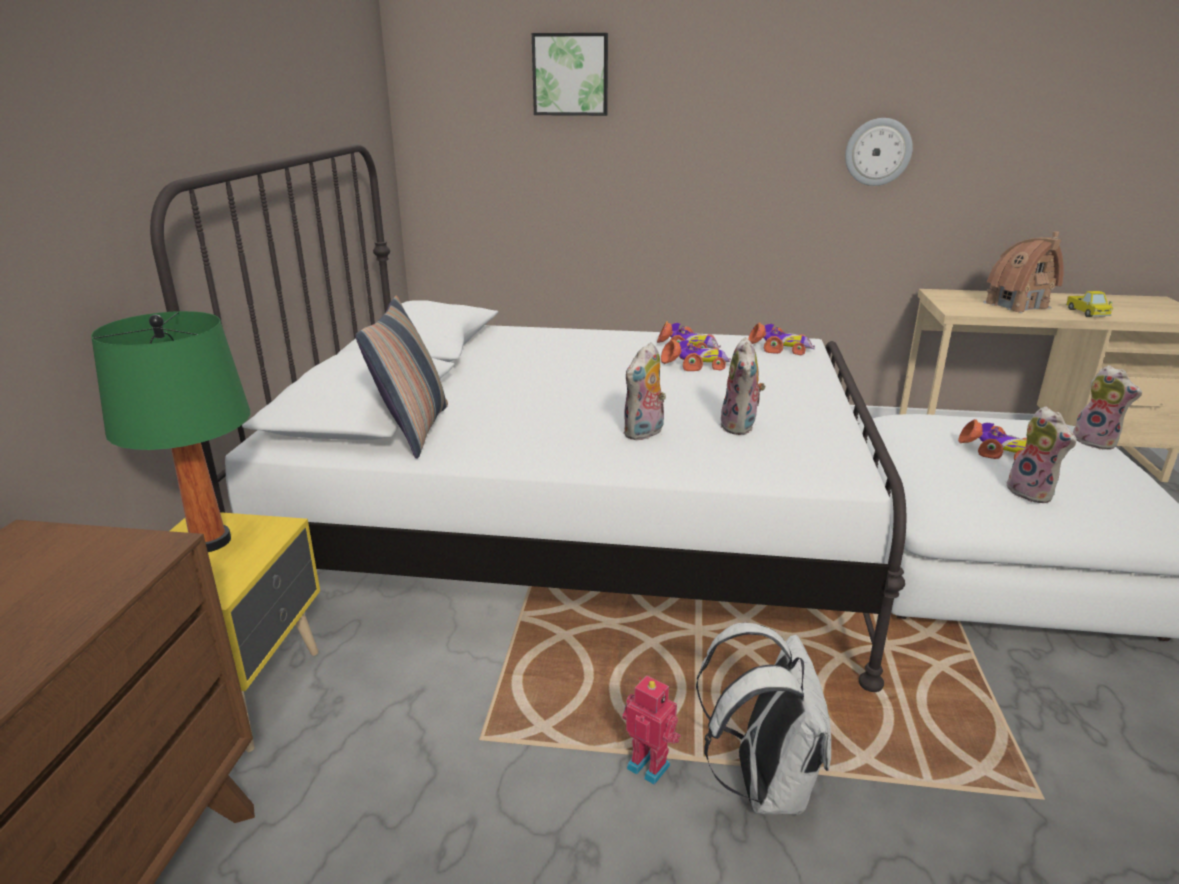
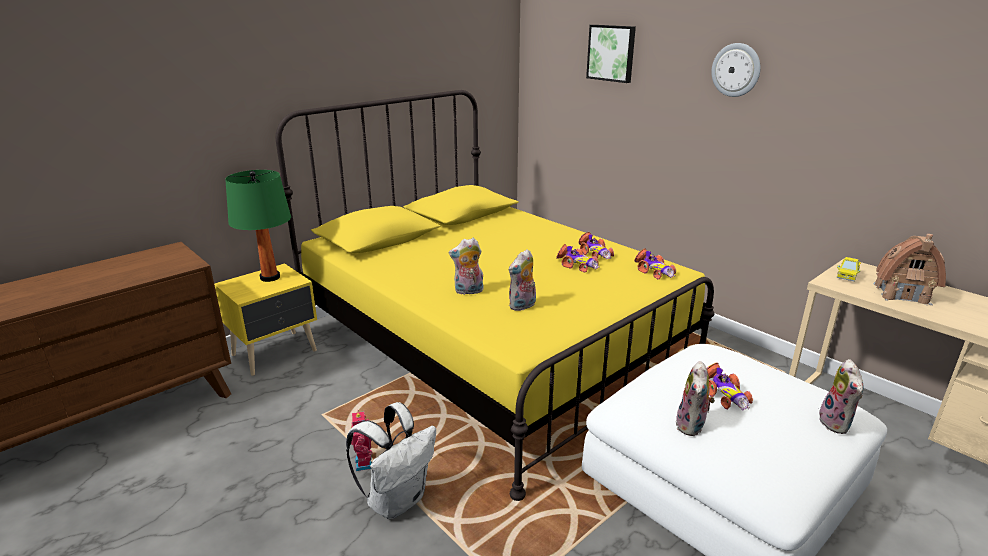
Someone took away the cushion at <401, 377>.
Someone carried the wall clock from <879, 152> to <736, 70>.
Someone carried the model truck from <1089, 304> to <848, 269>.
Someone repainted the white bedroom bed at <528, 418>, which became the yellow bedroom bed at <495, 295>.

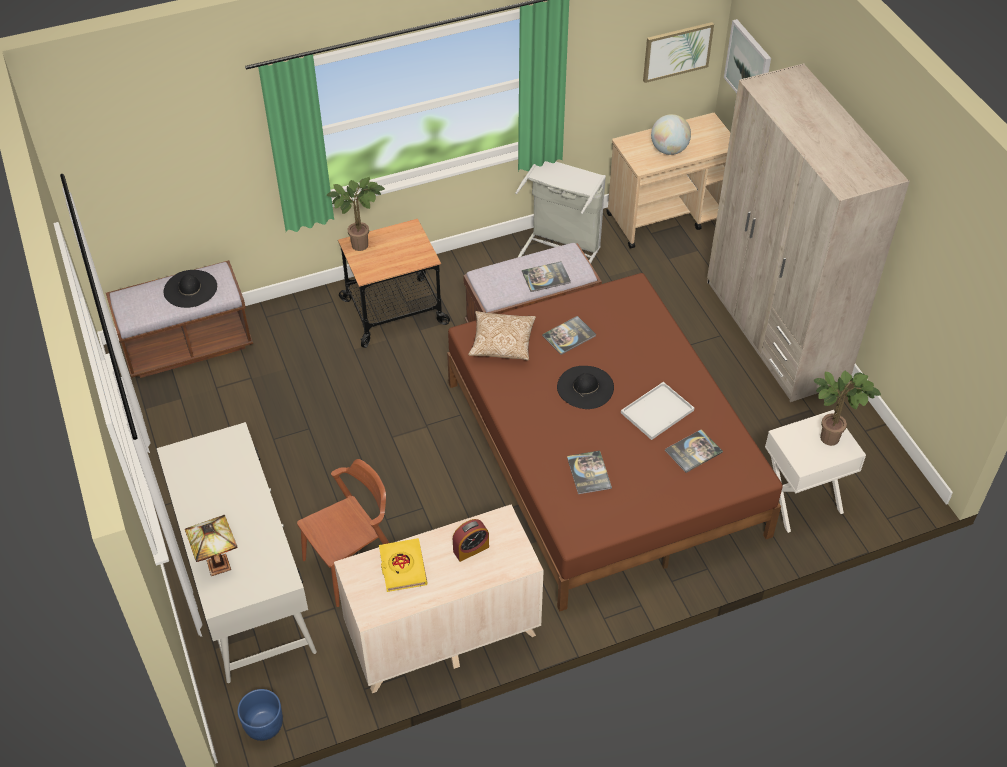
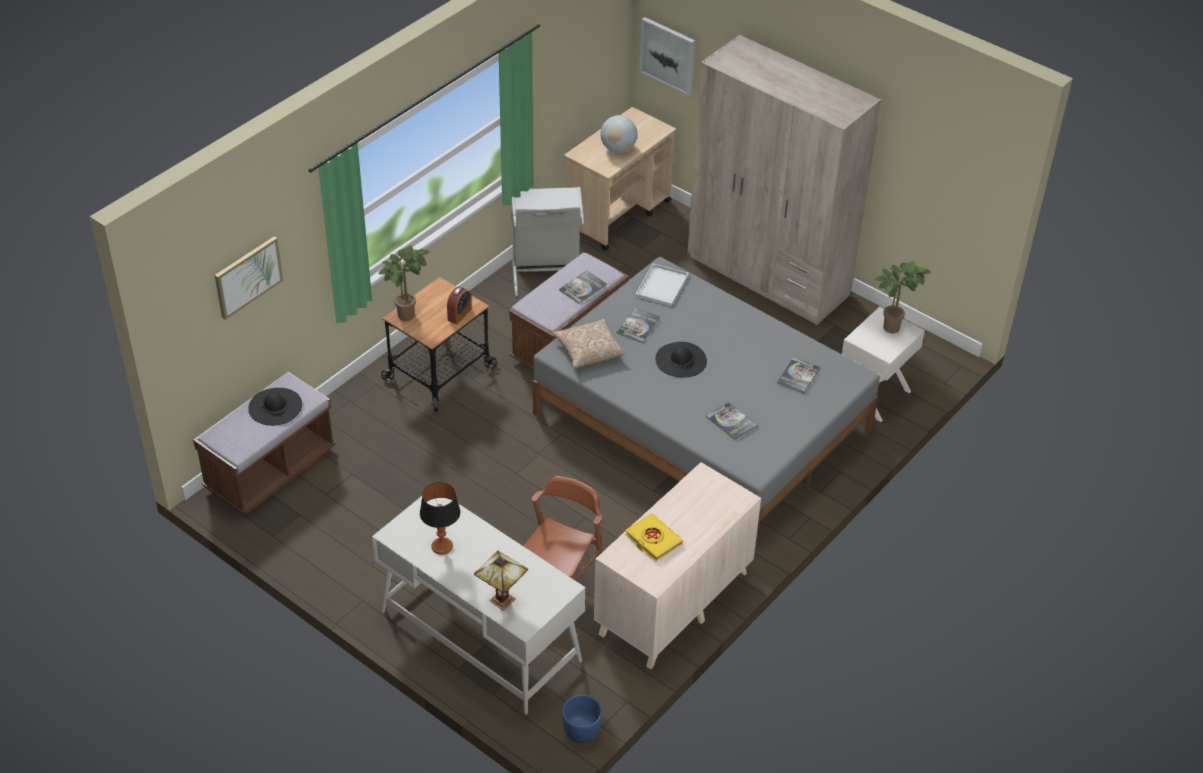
Someone put down the lamp for a table at <440, 518>.
Someone carried the bedside clock from <471, 540> to <459, 305>.
Someone carried the white serving tray from <657, 411> to <662, 285>.
Someone carried the wall art from <678, 52> to <249, 278>.
Someone repainted the brownish bedroom bed at <615, 442>, which became the grey bedroom bed at <706, 401>.

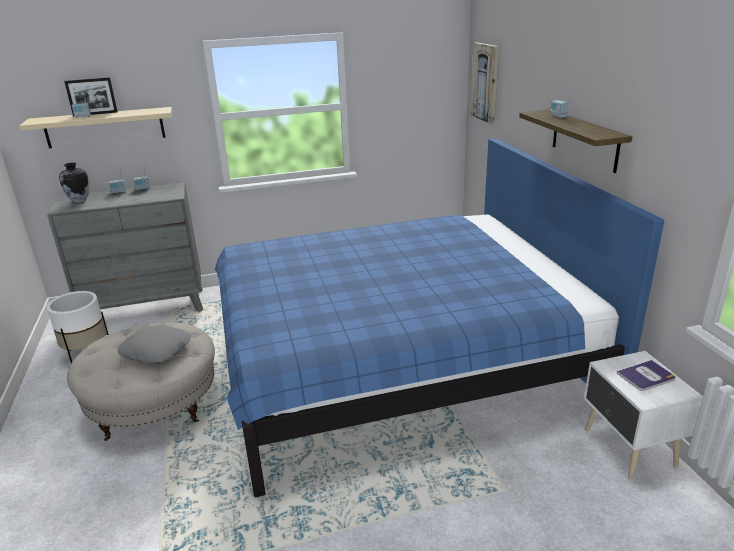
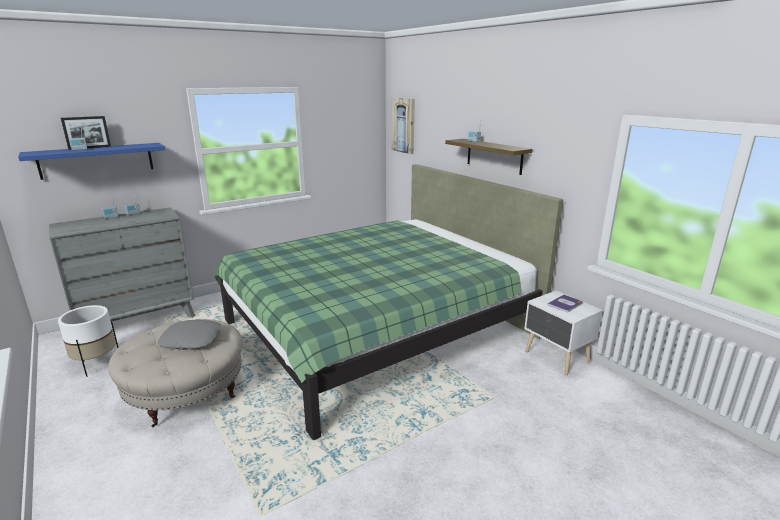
Someone took away the flower vase at <74, 182>.
Someone repainted the sand-coloured bracket shelf at <95, 127>, which became the bluish bracket shelf at <91, 161>.
Someone repainted the bluish bedroom bed at <439, 317>, which became the greenish bedroom bed at <388, 302>.

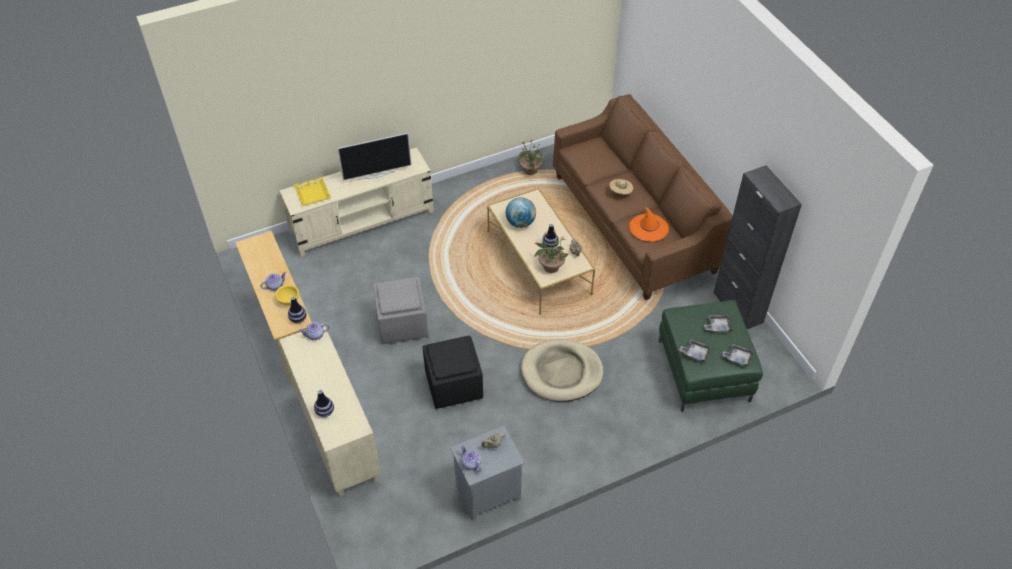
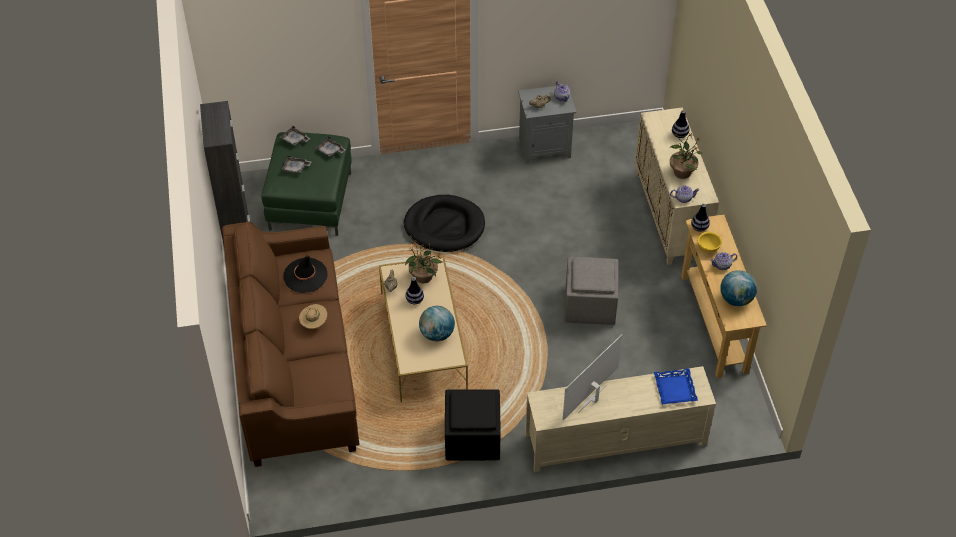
Someone put down the world globe at <738, 288>.
Someone carried the black ottoman from <453, 372> to <473, 424>.
Someone carried the potted plant from <531, 157> to <686, 156>.
Someone repainted the yellow serving tray at <312, 191>, which became the bluish serving tray at <676, 386>.
Someone repainted the sand-coloured pet bed at <562, 370>, which became the black pet bed at <444, 223>.
Someone repainted the orange-coloured clothing hat at <649, 224>, which became the black clothing hat at <306, 274>.
Someone rotated the TV at <374, 157> by 45 degrees counterclockwise.

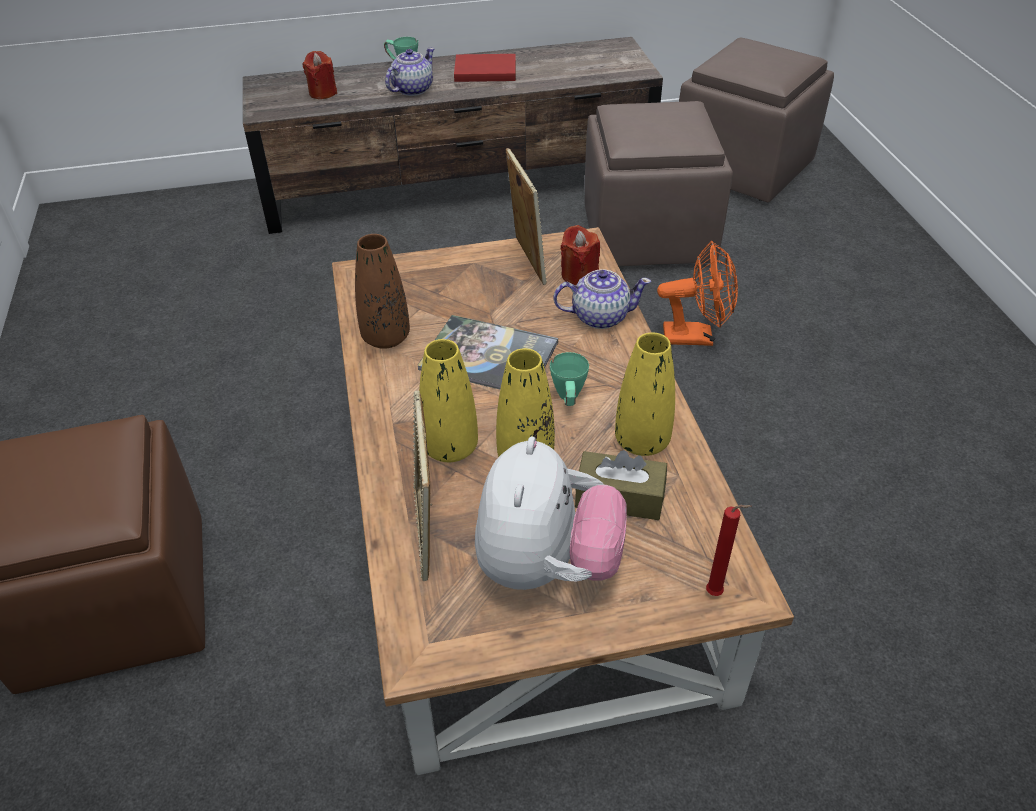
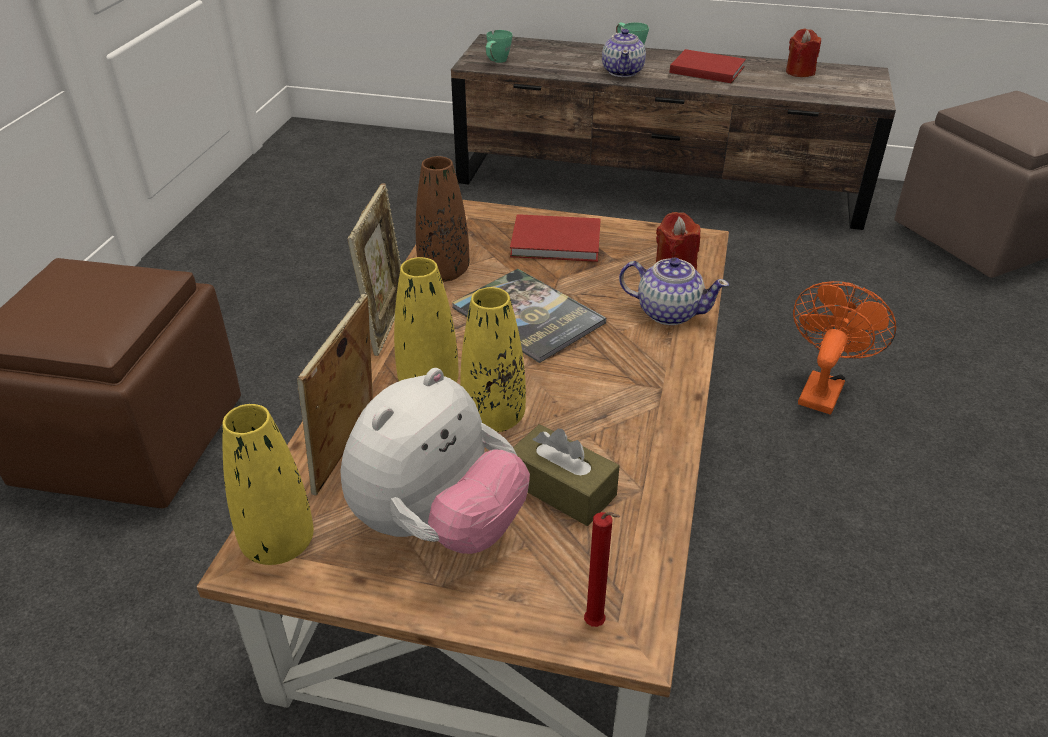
Someone took away the brownish ottoman at <659, 183>.
Someone put down the reddish bound book at <555, 238>.
Someone carried the reddish wax light from <319, 75> to <803, 53>.
Someone carried the picture frame from <526, 216> to <374, 269>.
Someone carried the greenish tea mug from <569, 379> to <499, 46>.
Someone carried the yellow flower vase from <645, 394> to <268, 484>.
Someone rotated the pot for tea at <410, 72> by 120 degrees clockwise.
Someone rotated the orange-coloured electric fan at <697, 293> by 90 degrees counterclockwise.

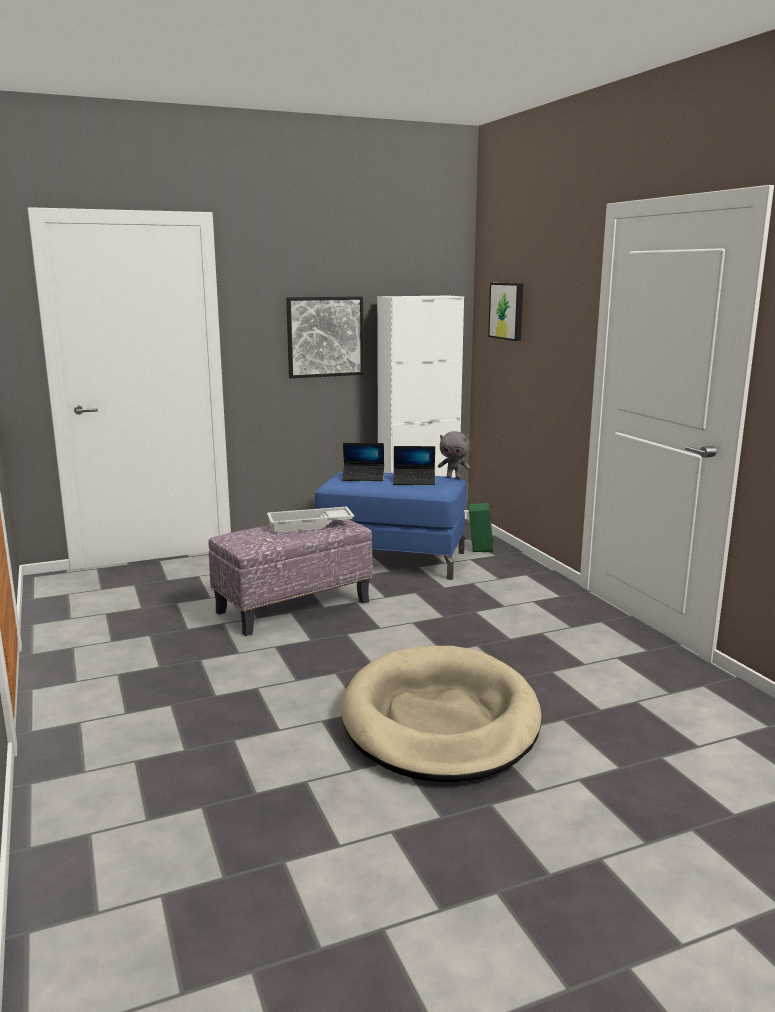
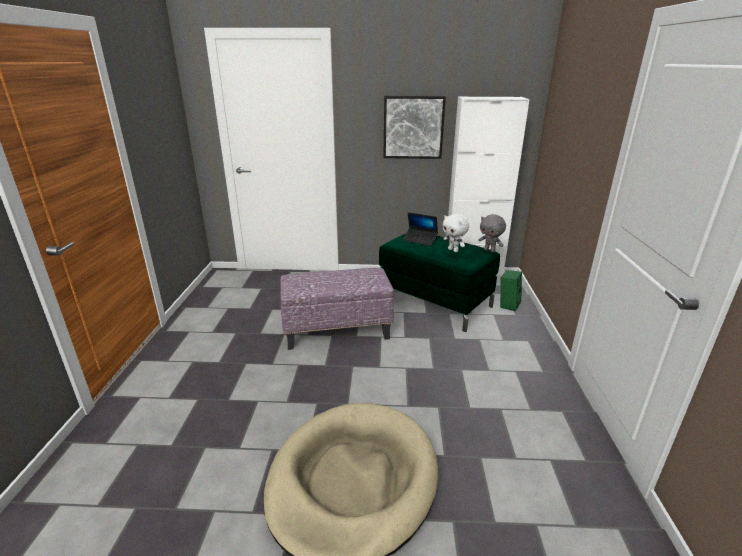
Someone took away the white serving tray at <311, 520>.
Someone took away the wall art at <505, 312>.
Someone swapped the notebook computer at <414, 465> for the white cuddly toy at <456, 233>.
Someone repainted the bluish ottoman at <391, 526>, which became the greenish ottoman at <439, 283>.

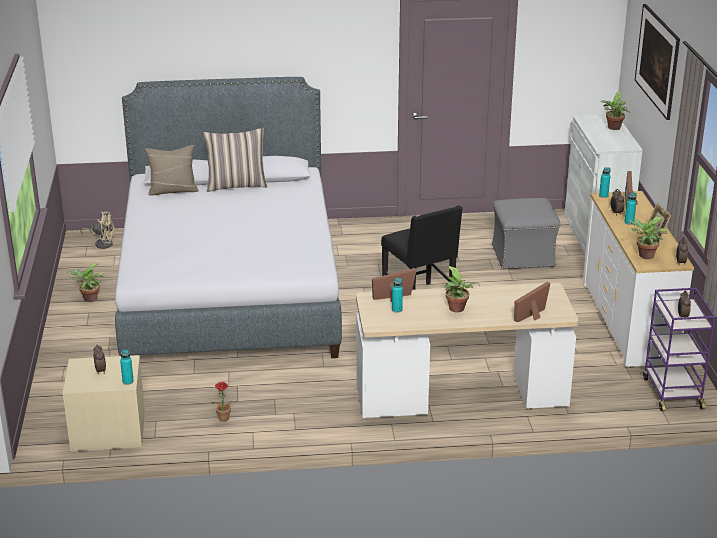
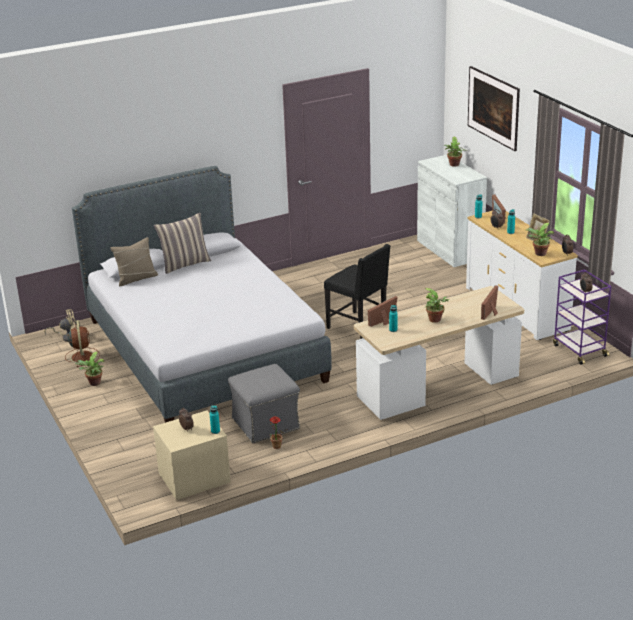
Someone put down the brownish electric fan at <82, 343>.
Someone carried the grey ottoman from <526, 234> to <264, 403>.

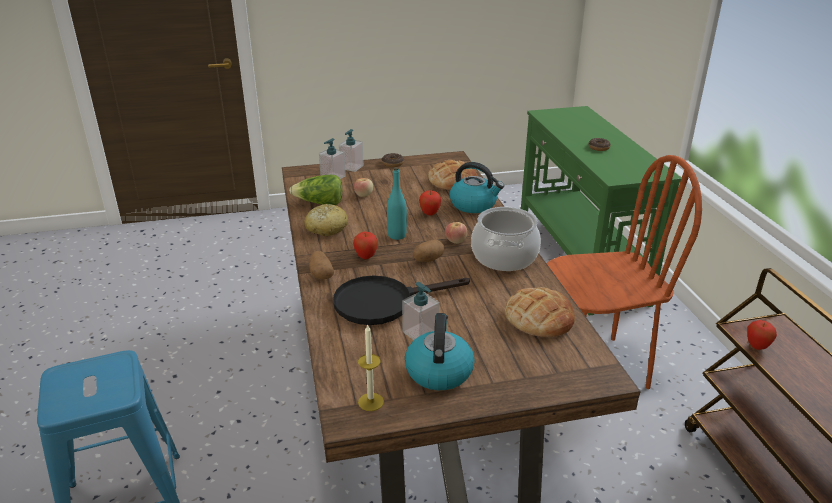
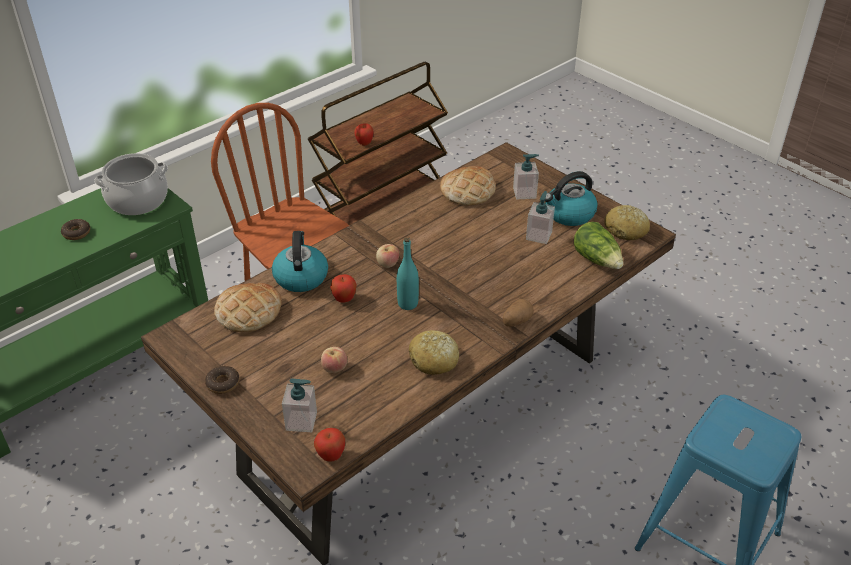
Someone took away the black pan at <401, 300>.
Someone took away the spud at <428, 251>.
Someone carried the lettuce from <315, 190> to <598, 245>.
Someone carried the liquid soap bottle from <351, 150> to <526, 176>.
Someone carried the apple fruit from <365, 245> to <329, 445>.
Someone carried the cooking pot from <506, 238> to <131, 184>.
Someone swapped the wax light at <371, 367> for the bakery bread at <627, 222>.

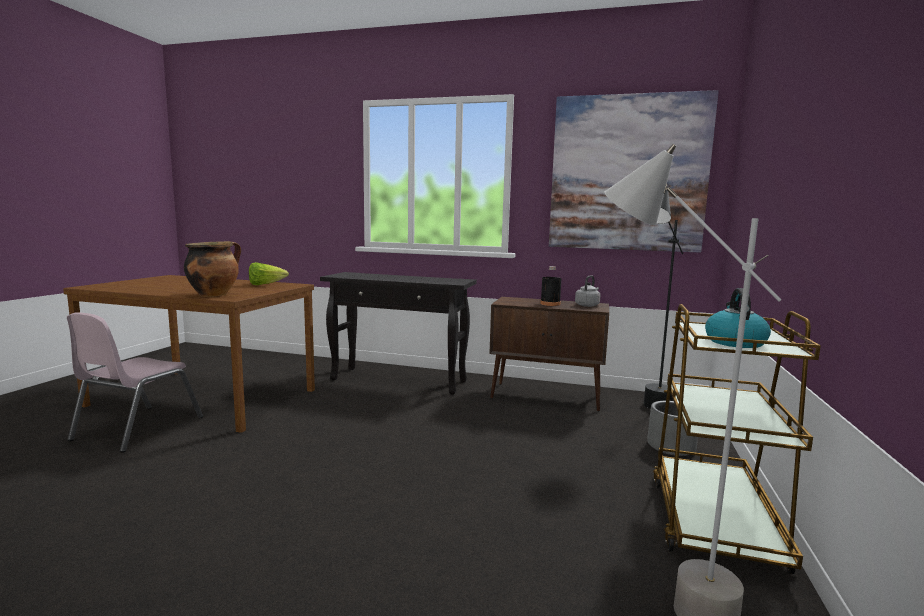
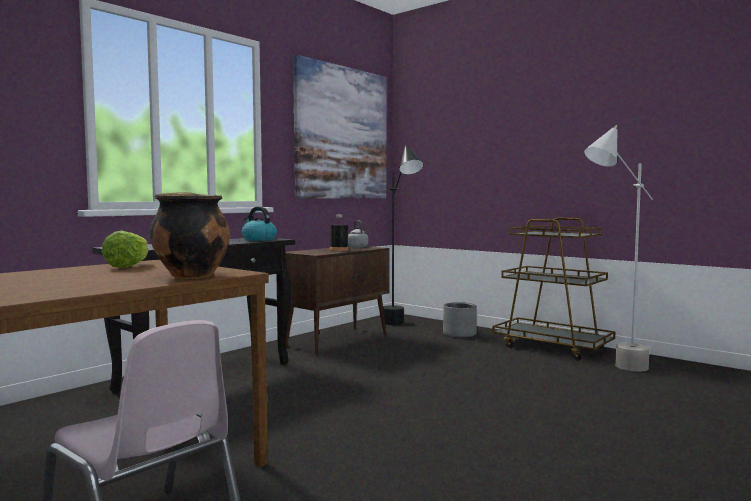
Someone carried the kettle from <738, 318> to <259, 223>.

